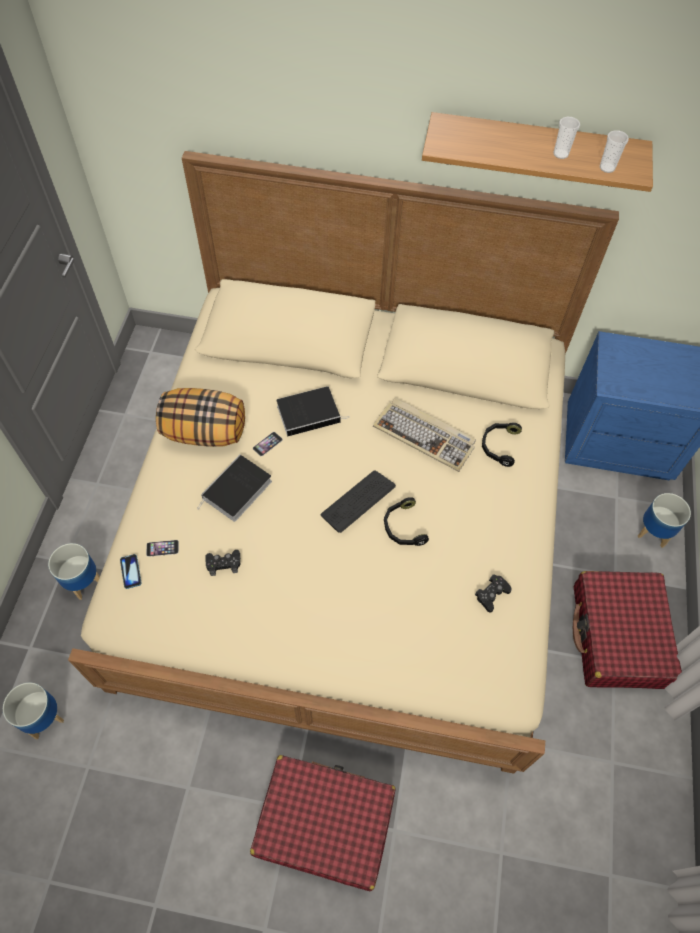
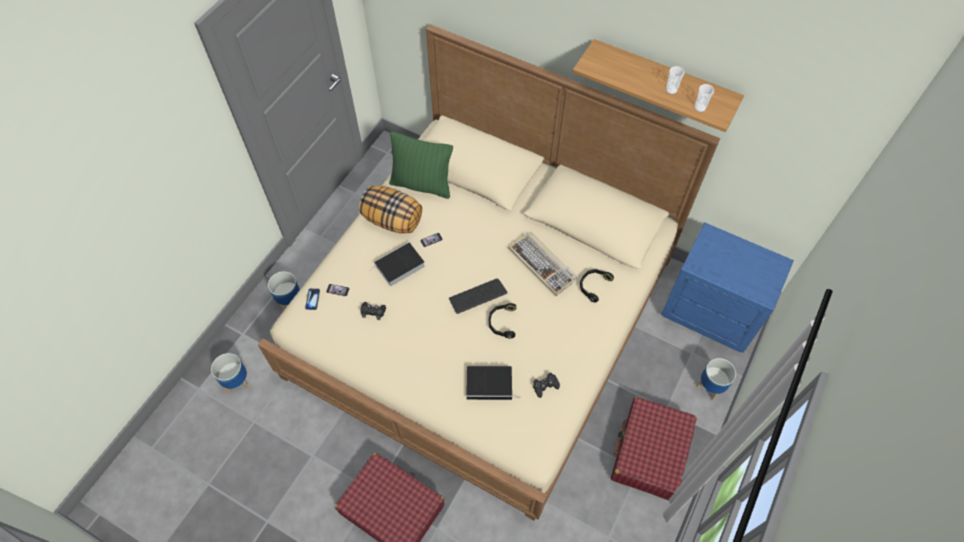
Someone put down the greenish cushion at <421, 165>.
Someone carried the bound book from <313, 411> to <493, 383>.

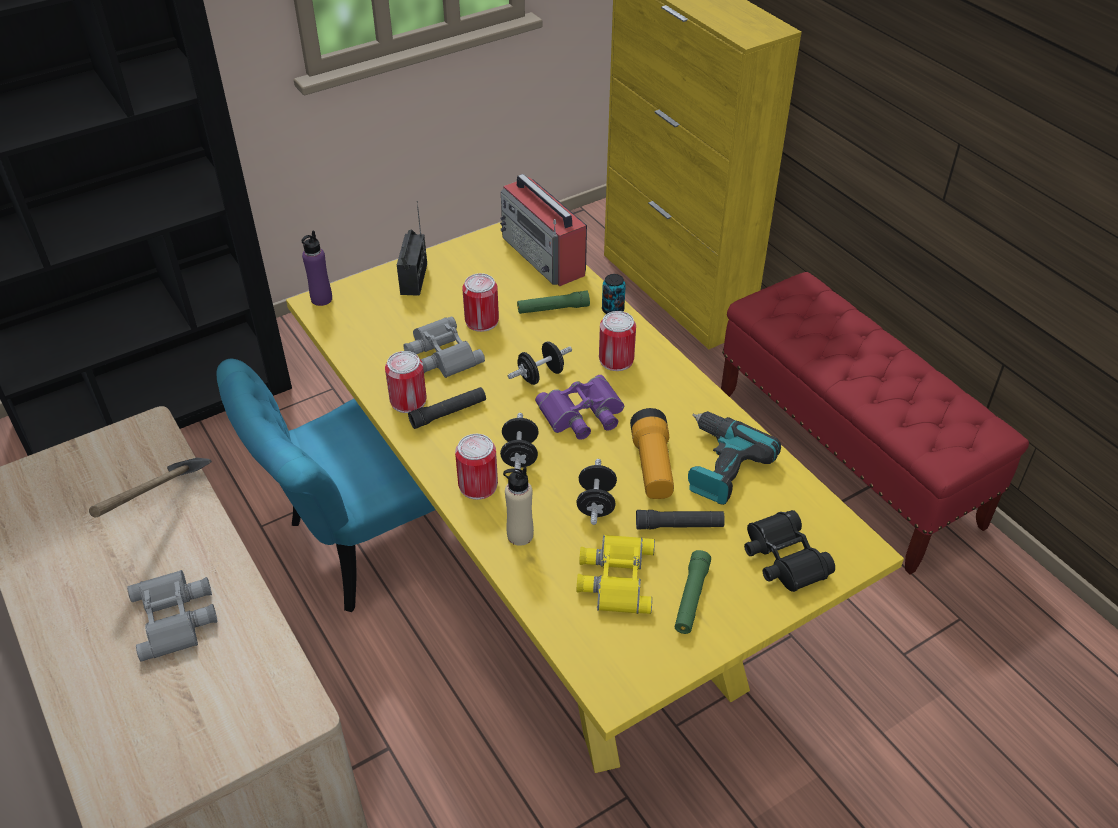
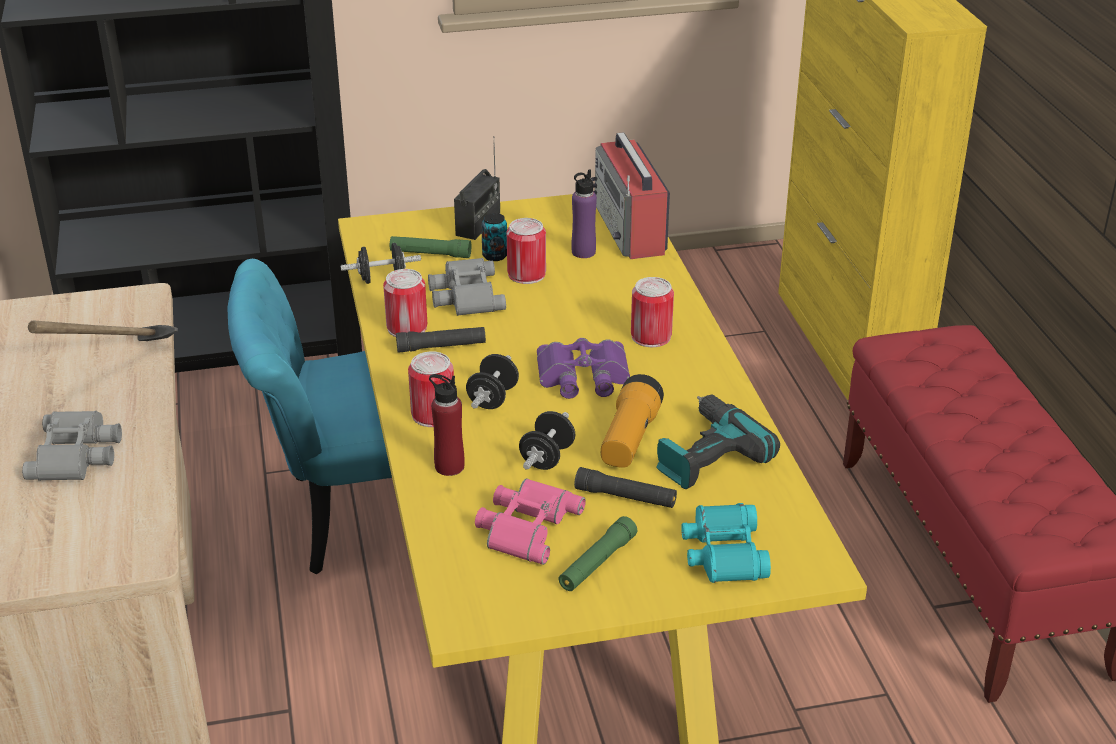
Someone carried the purple-coloured beverage bottle from <317, 268> to <584, 213>.
Someone carried the black free weight from <540, 363> to <380, 263>.
Someone carried the greenish hand torch from <553, 302> to <430, 247>.
Someone carried the can from <614, 294> to <494, 237>.
Someone repainted the sand-coloured beverage bottle at <518, 506>, which became the reddish beverage bottle at <447, 425>.
Someone repainted the yellow binoculars at <616, 574>, which became the pink binoculars at <530, 521>.
Someone repainted the black binoculars at <789, 551>, which became the turquoise binoculars at <726, 543>.

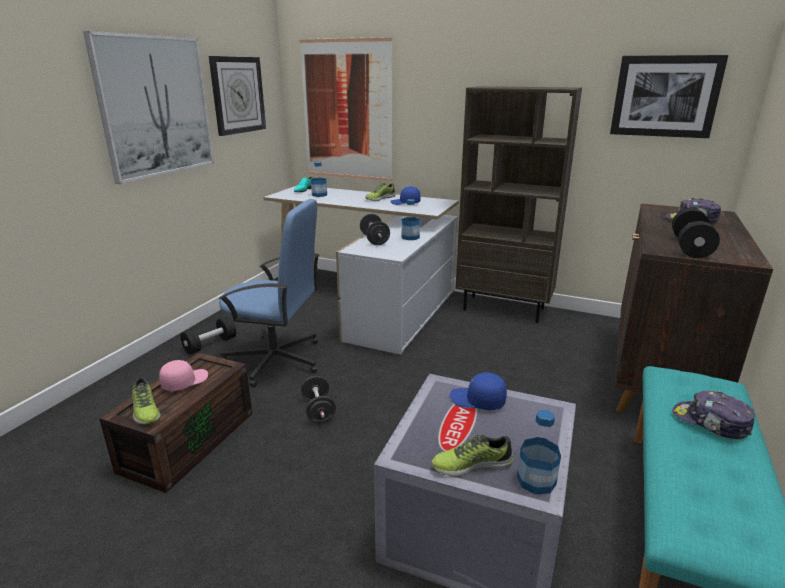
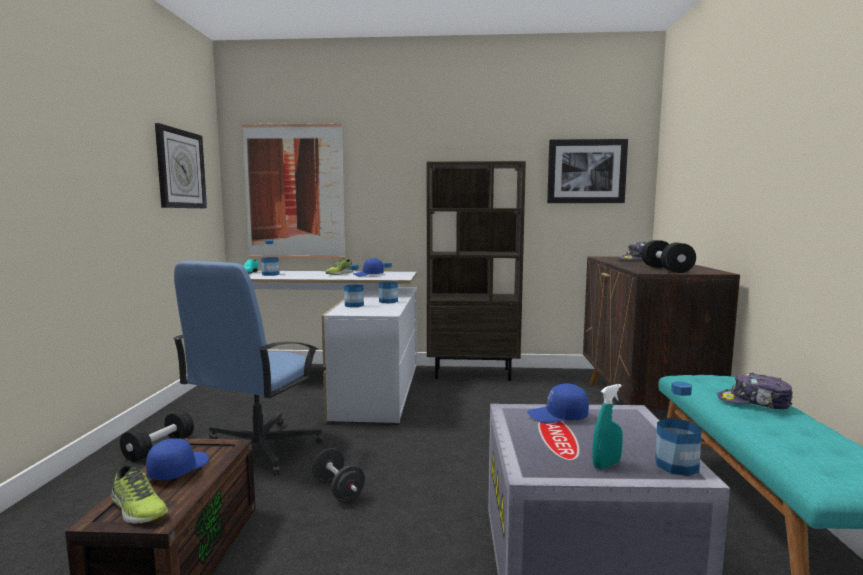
Someone took away the wall art at <148, 107>.
Someone swapped the black free weight at <375, 229> for the beverage bottle at <354, 286>.
Someone swapped the shoe at <472, 456> for the turquoise sprayer at <607, 426>.
Someone repainted the pink cap at <183, 375>, which became the bluish cap at <177, 459>.
Someone rotated the bluish computer chair at <269, 293> by 120 degrees clockwise.

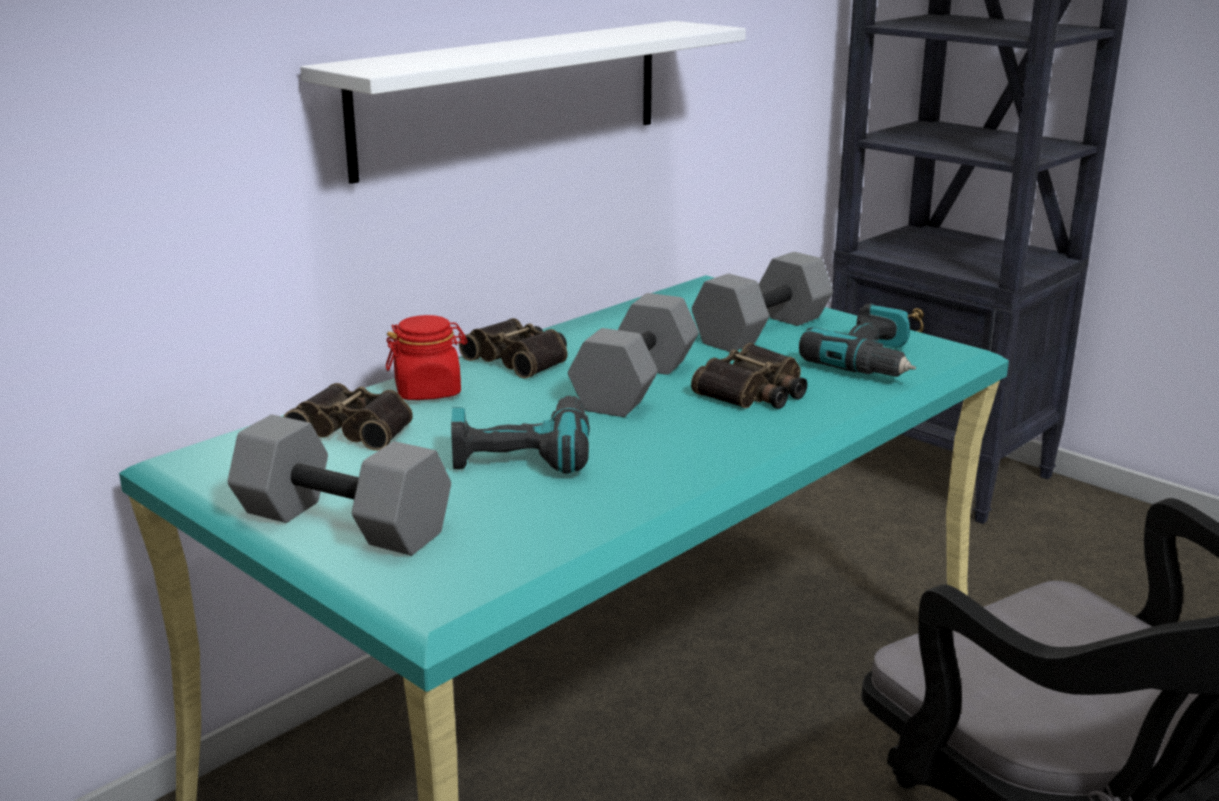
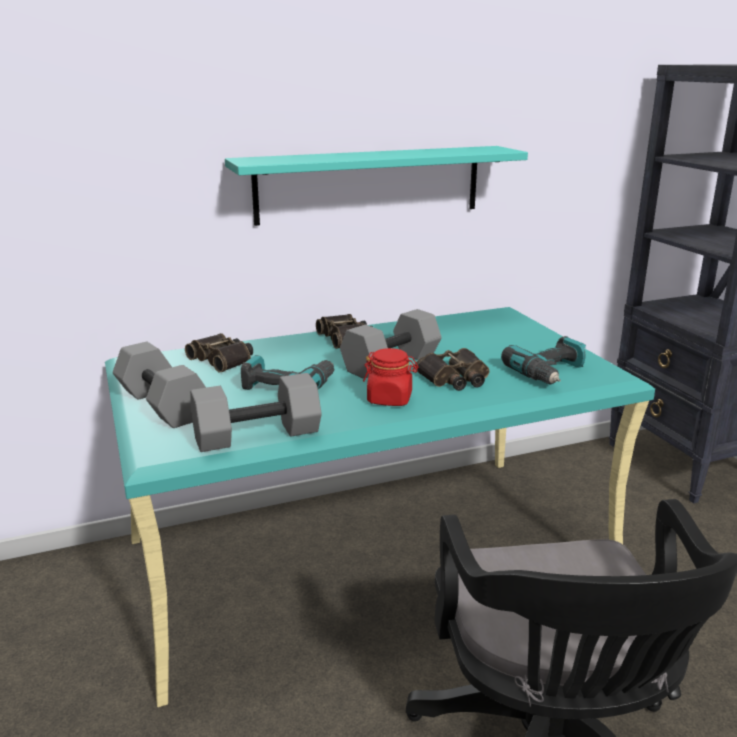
Someone carried the reddish jar from <426, 357> to <390, 377>.
Someone carried the grey free weight from <762, 302> to <256, 412>.
Someone repainted the white bracket shelf at <523, 102>, which became the turquoise bracket shelf at <376, 186>.

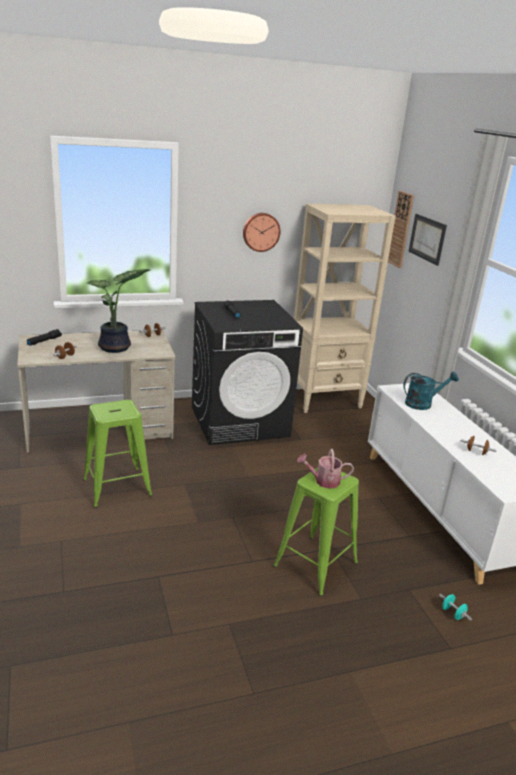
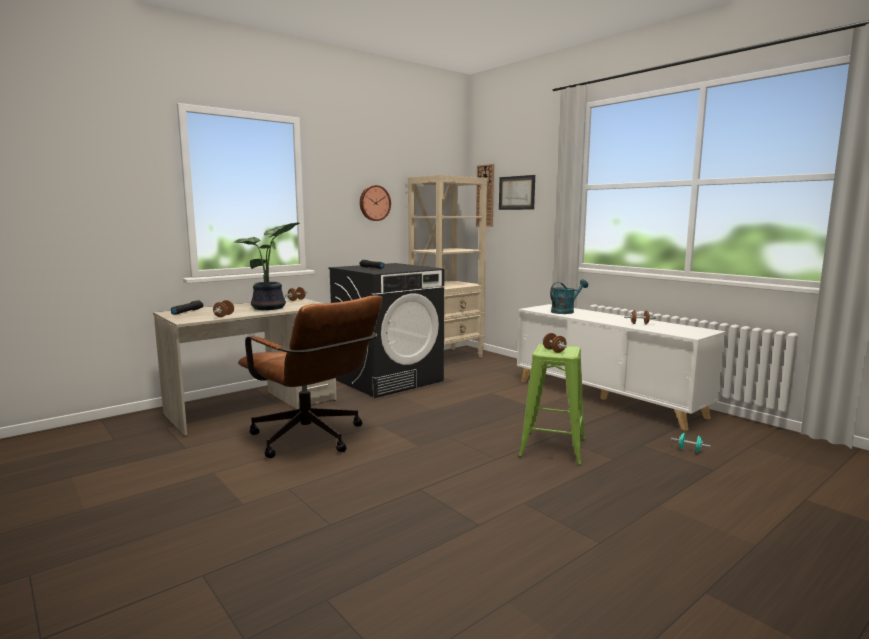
Someone swapped the greenish stool at <117, 454> for the brownish computer chair at <310, 377>.
Someone swapped the watering pot at <325, 469> for the brownish free weight at <555, 343>.

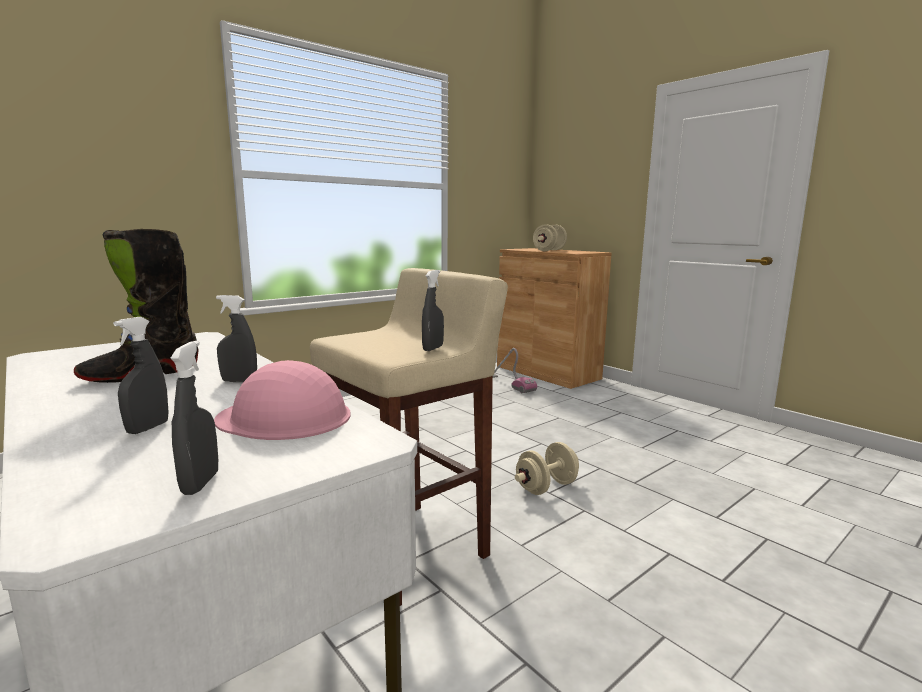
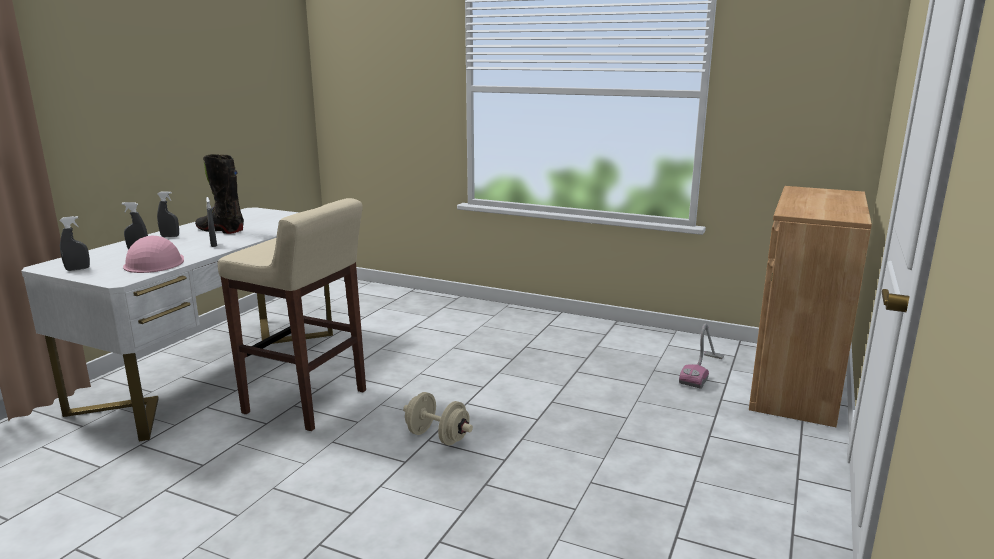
Someone took away the sand-coloured free weight at <550, 238>.
Someone carried the grey sprayer from <433, 310> to <168, 214>.

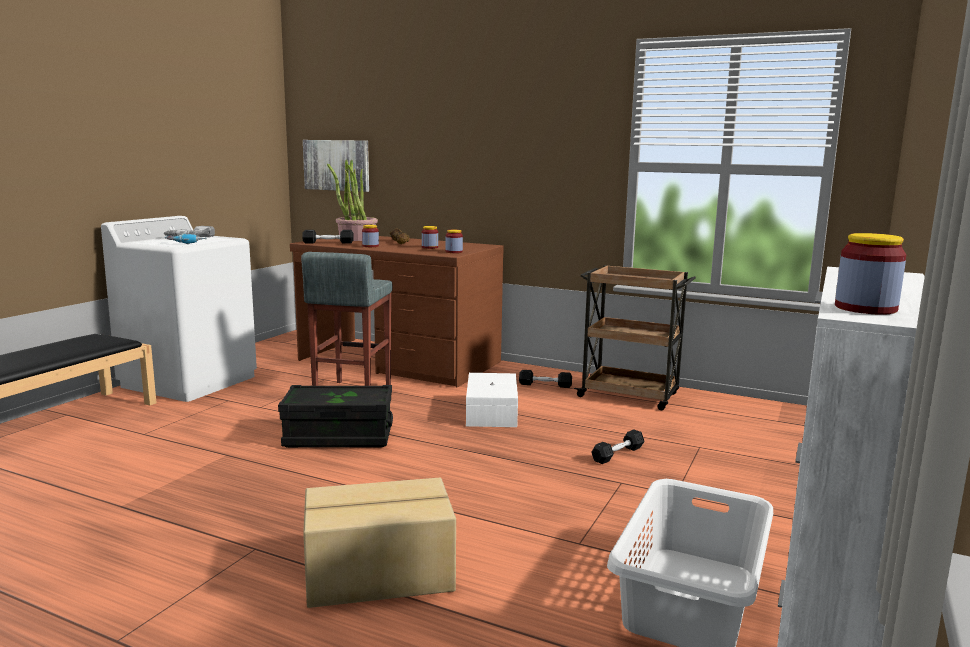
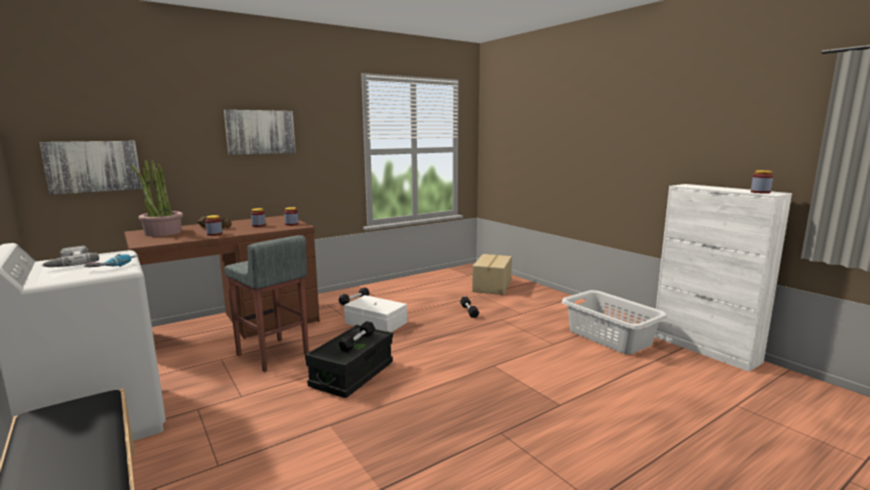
Someone took away the brownish cart at <635, 337>.
Someone put up the wall art at <260, 132>.
Someone carried the black free weight from <328, 237> to <356, 337>.
Someone carried the carton from <379, 543> to <492, 274>.

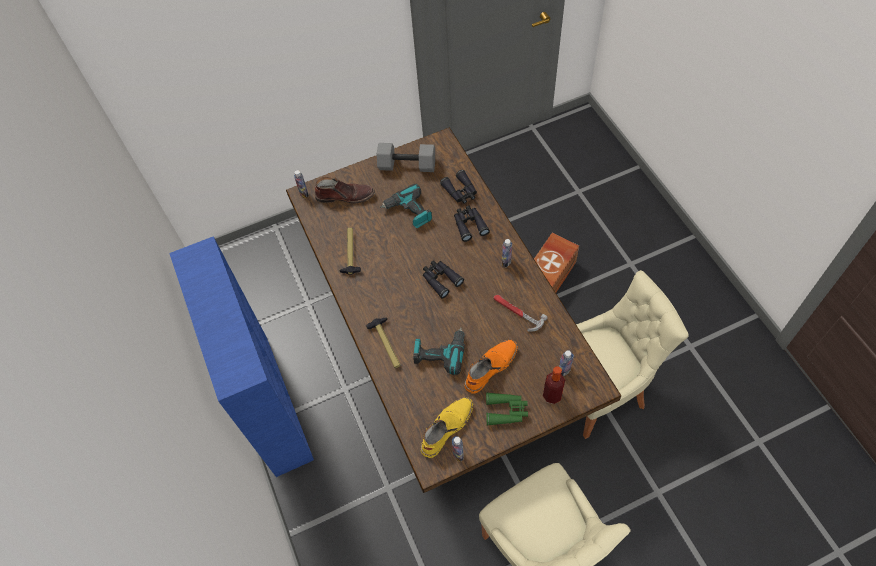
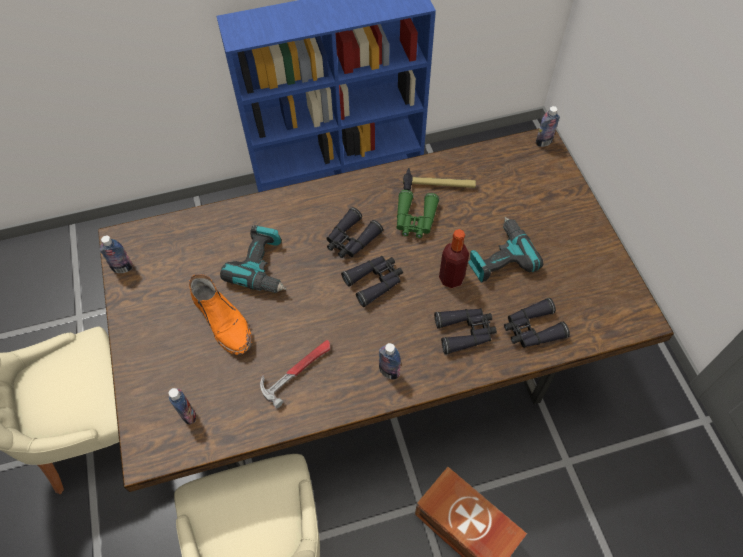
Someone took away the brownish high-top boot at <345, 190>.
Someone took away the tool hammer at <383, 343>.
Someone took away the grey free weight at <406, 157>.
Someone took away the yellow high-top boot at <446, 427>.
Someone put down the black binoculars at <354, 232>.
Someone carried the greenish binoculars from <507, 409> to <417, 214>.
Someone carried the beverage bottle from <554, 385> to <454, 258>.

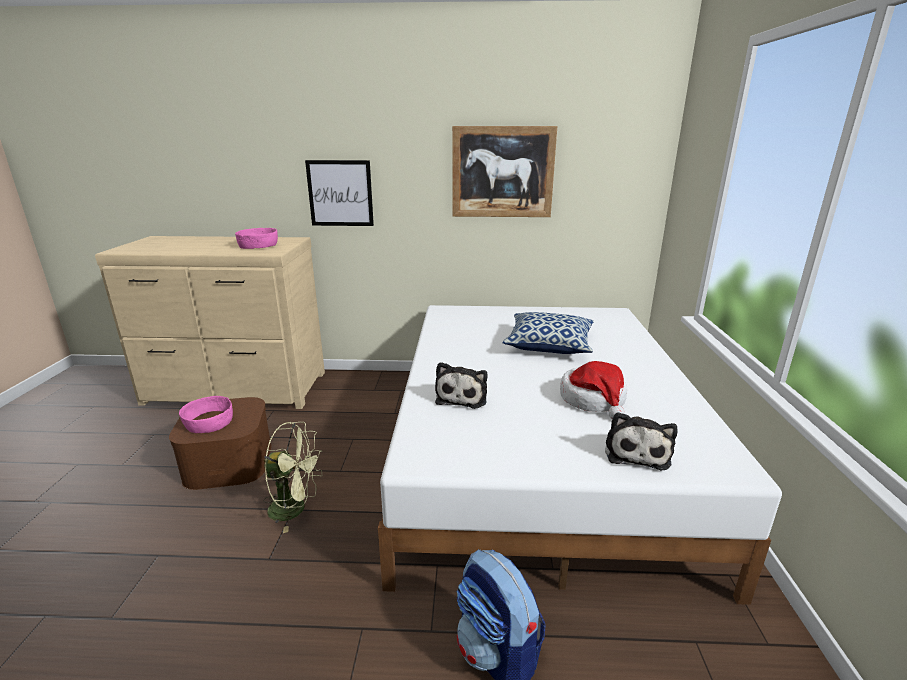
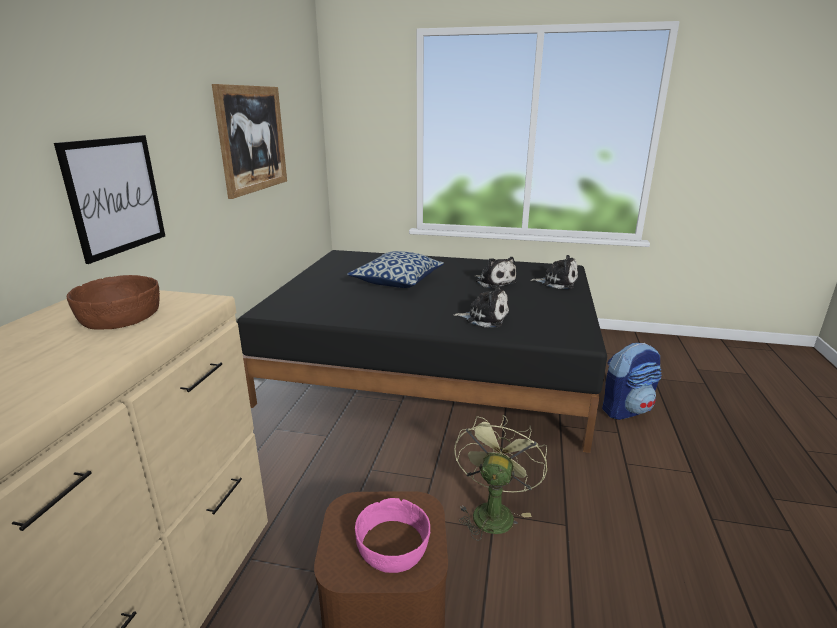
Someone swapped the clothing hat at <593, 390> for the cuddly toy at <496, 273>.
Someone repainted the pink bowl at <256, 238>, which became the brownish bowl at <113, 302>.
Someone repainted the white bedroom bed at <580, 455>, which became the black bedroom bed at <422, 351>.

